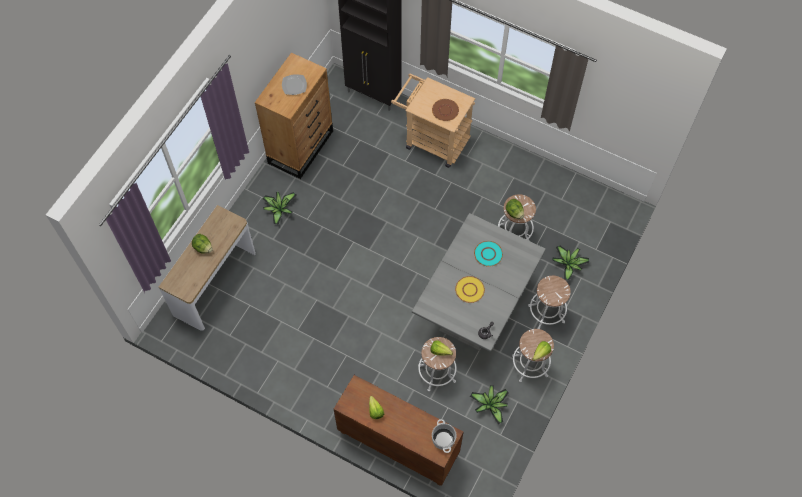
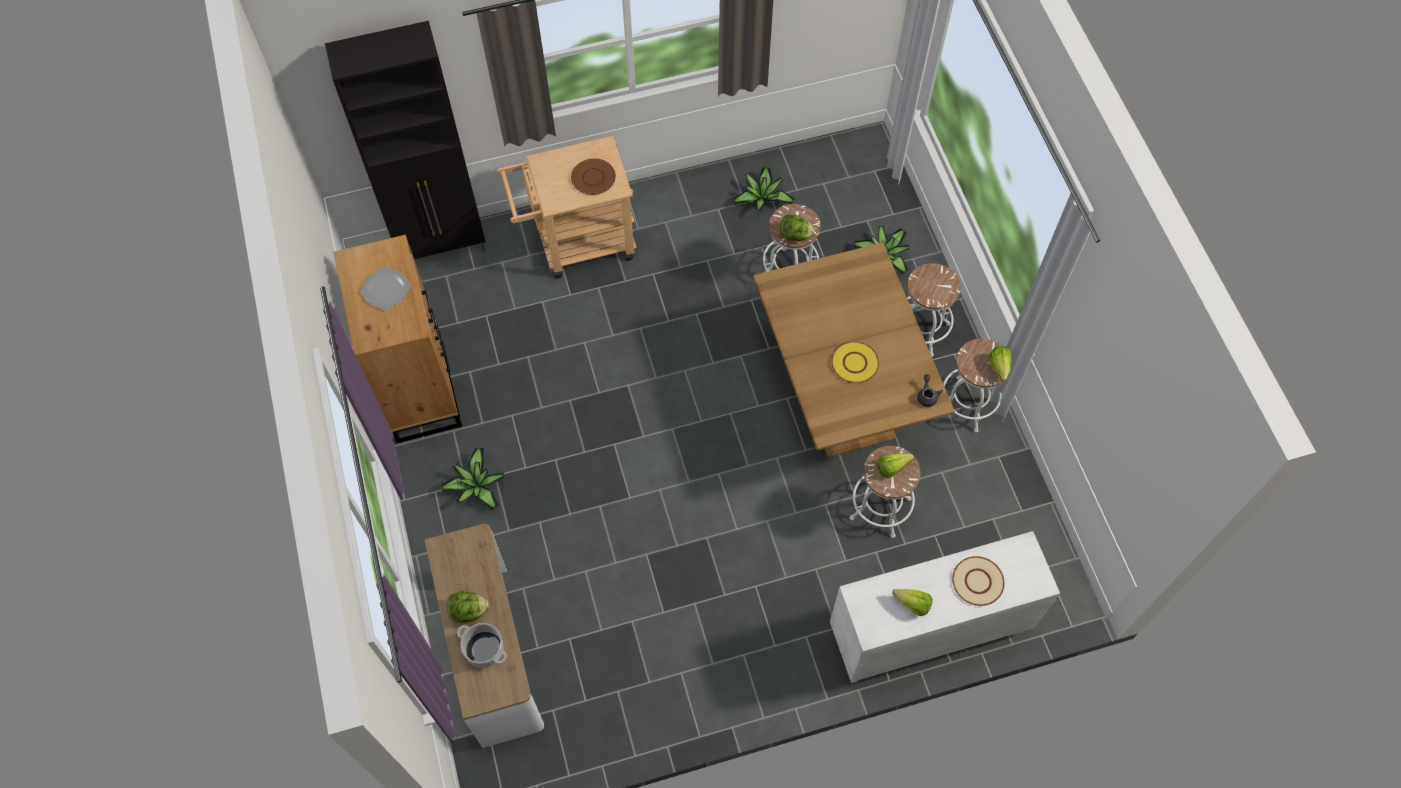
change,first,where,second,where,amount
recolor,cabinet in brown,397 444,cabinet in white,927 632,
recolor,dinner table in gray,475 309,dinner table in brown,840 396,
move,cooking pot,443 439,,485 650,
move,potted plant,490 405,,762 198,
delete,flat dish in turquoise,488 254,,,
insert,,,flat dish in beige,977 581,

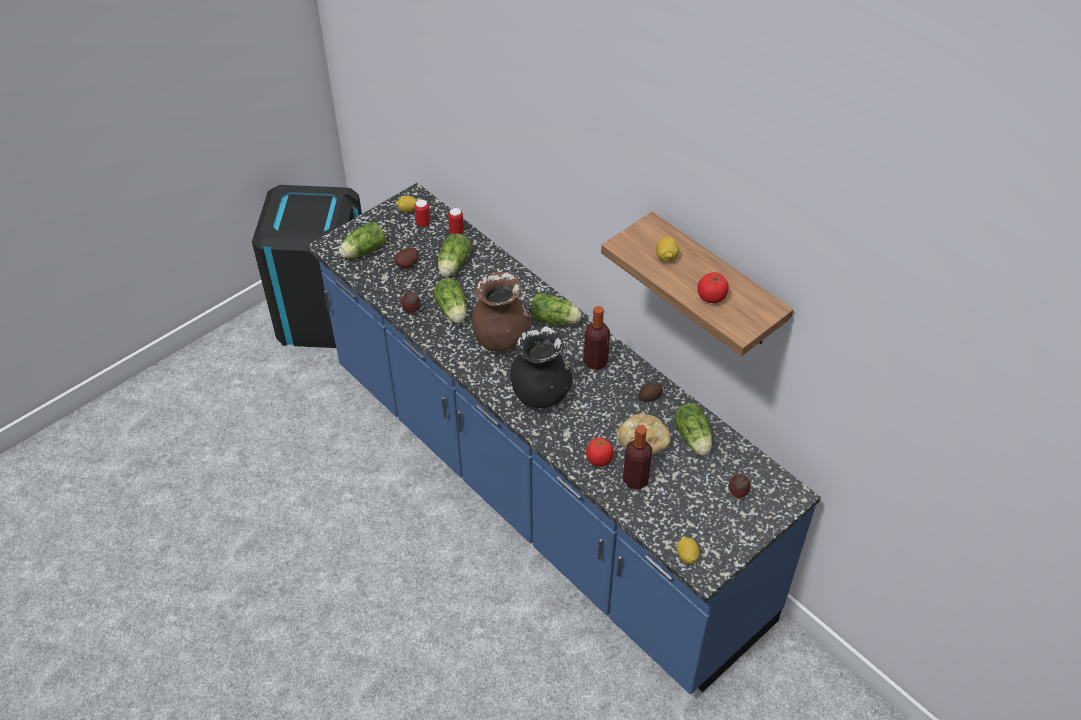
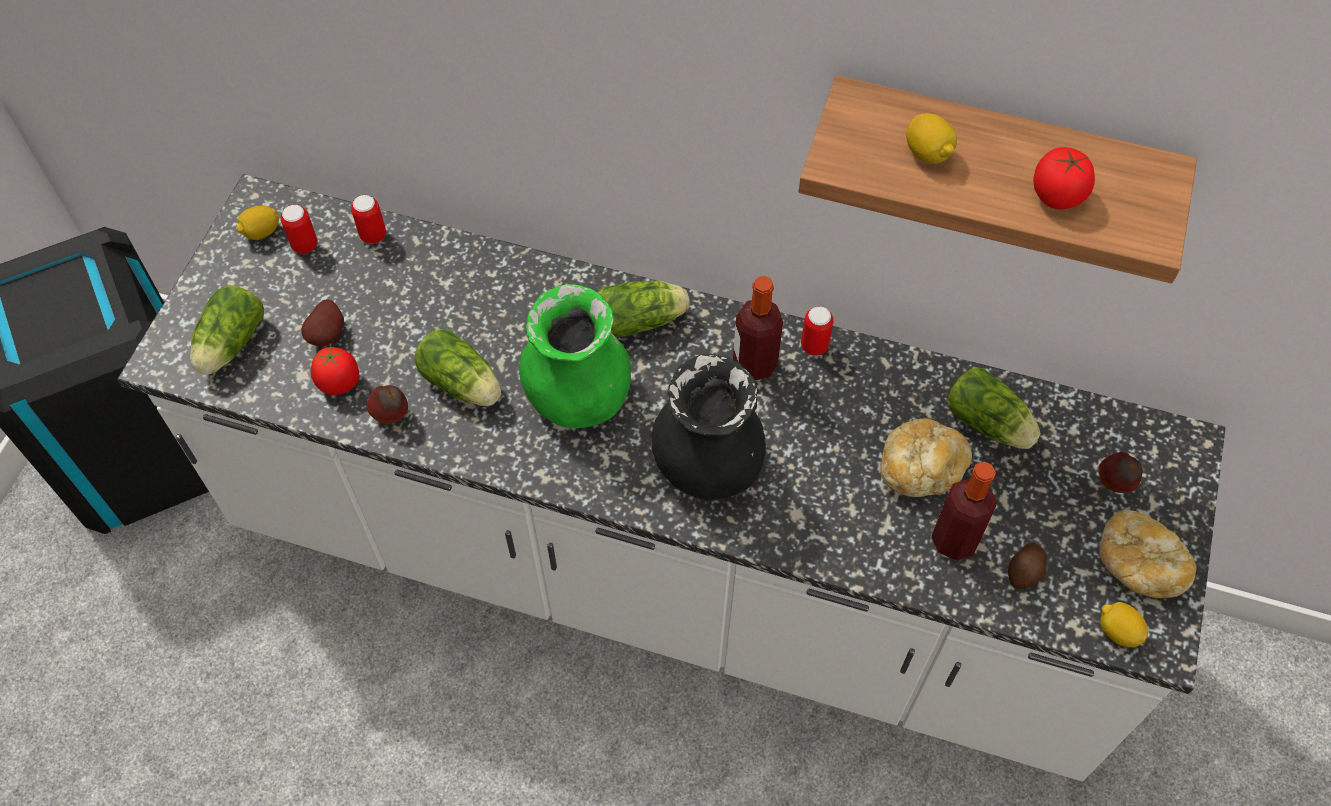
change,first,where,second,where,amount
recolor,counter in blue,540 492,counter in white,665 574,
delete,lettuce,452 266,,,
recolor,vase in brown,500 339,vase in green-coloured,577 397,
move,fresh tomato,599 460,,340 382,
move,whole potato,650 397,,1025 571,
insert,,,sealed can,814 346,
insert,,,baked bread,1137 564,

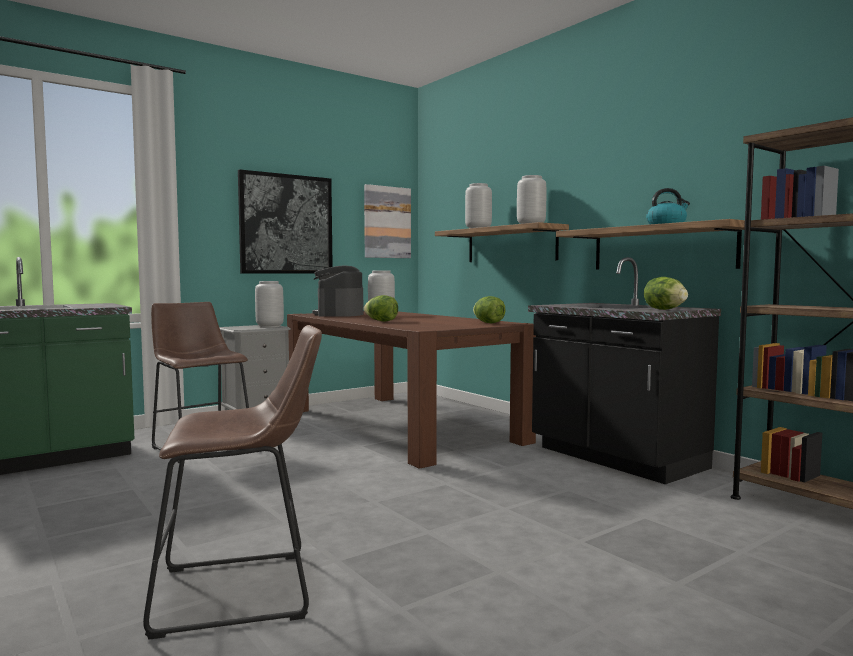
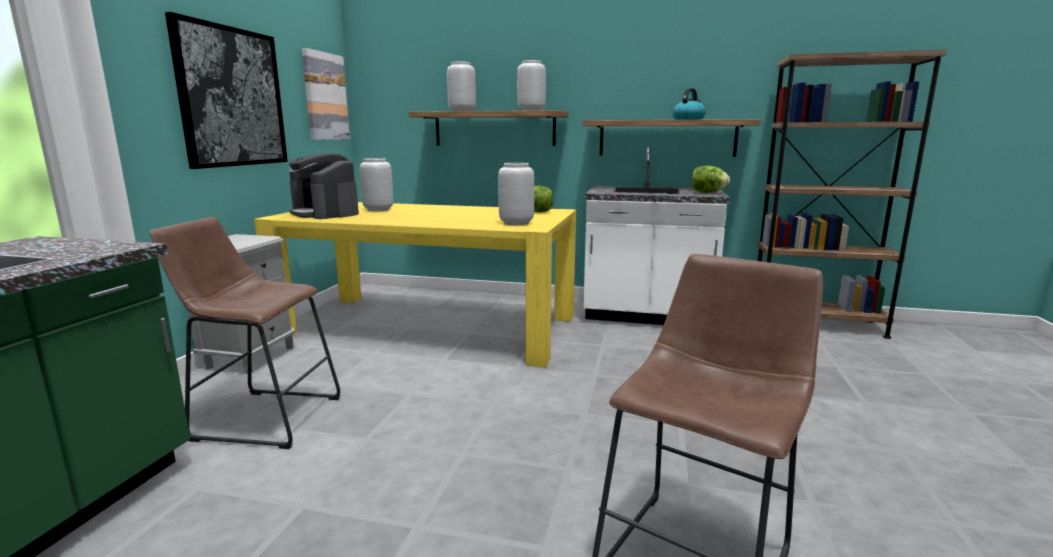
change,first,where,second,where,amount
move,vase in gray,269 326,,515 223,
recolor,dinner table in brown,399 425,dinner table in yellow-coloured,429 326,
delete,lettuce,381 321,,,
recolor,counter in blackish,615 459,counter in white,648 316,

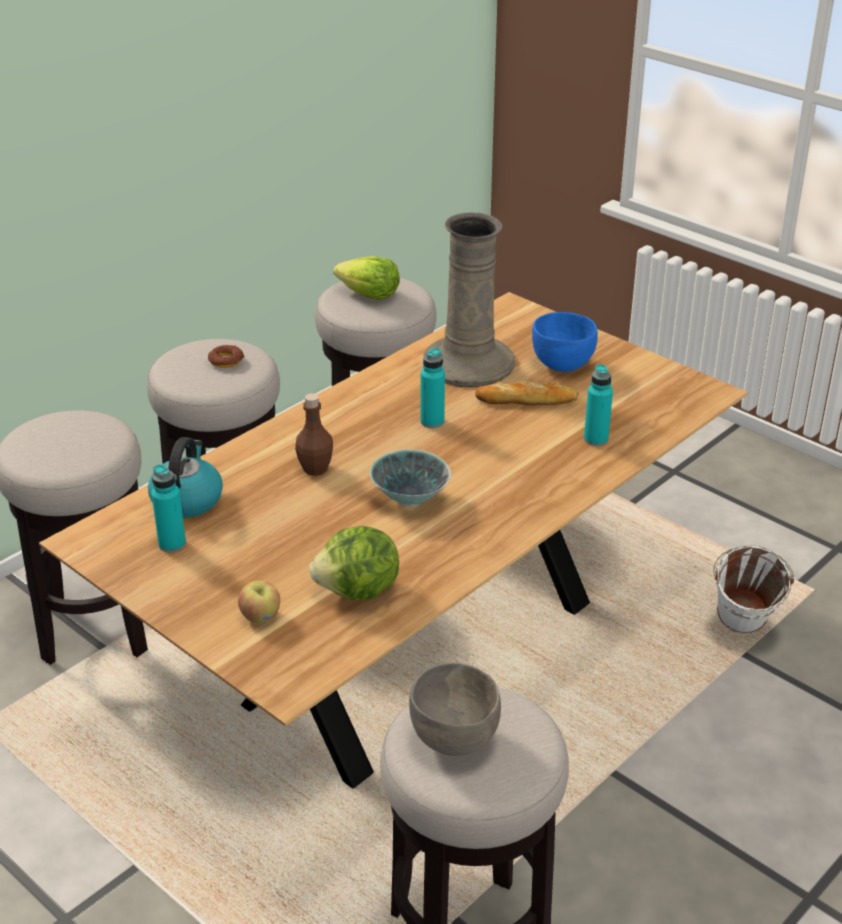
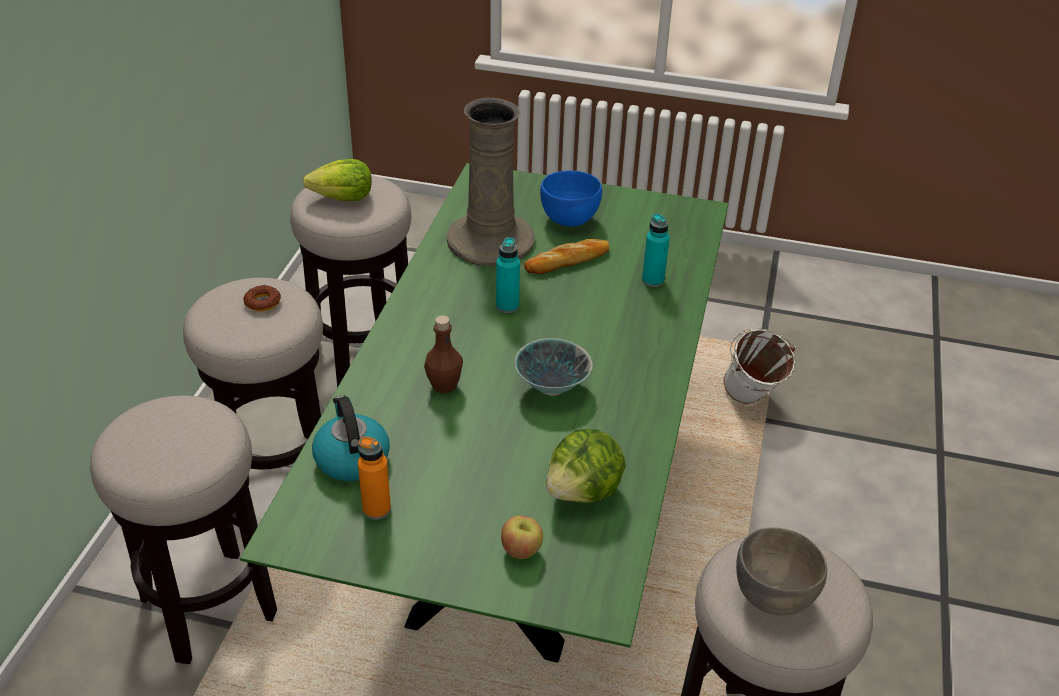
change,first,where,second,where,amount
recolor,dinner table in brown,421 653,dinner table in green-coloured,524 515,
recolor,beverage bottle in turquoise,172 544,beverage bottle in orange-coloured,376 509,

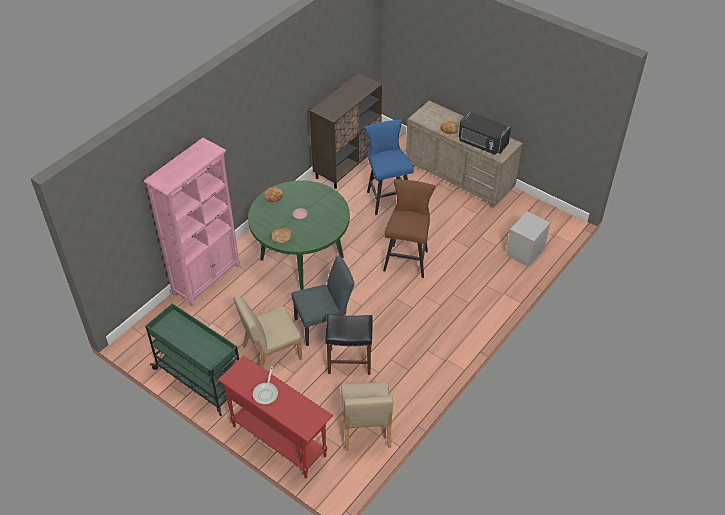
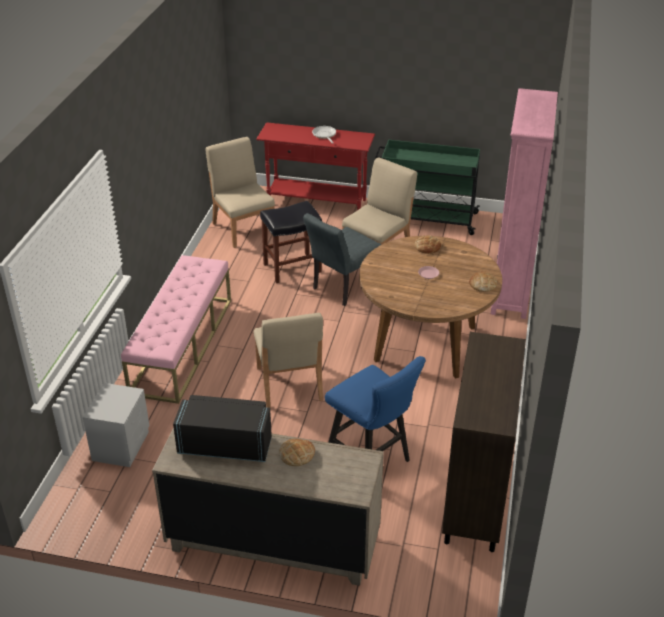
change,first,where,second,where,amount
recolor,dinner table in green-coloured,301 258,dinner table in brown,425 343,
replace,sitting stool in brown,407 258,plain chair in beige,289 384,
insert,,,long seat in pink,182 345,

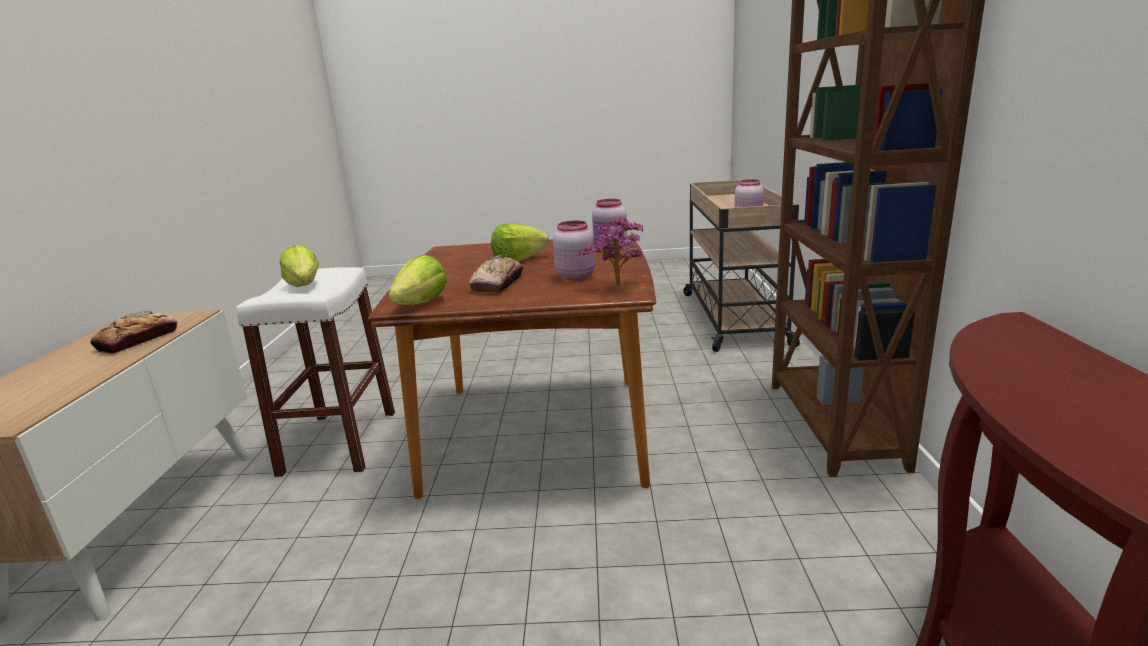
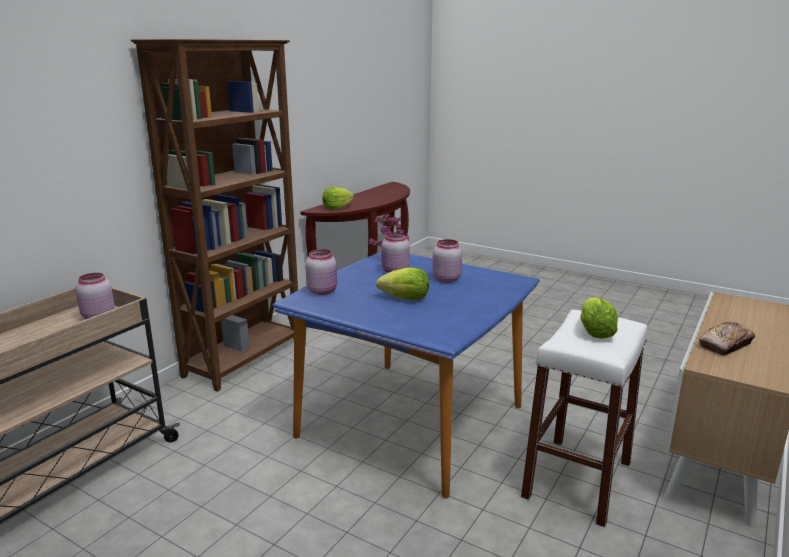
change,first,where,second,where,amount
recolor,dinner table in brown,539 432,dinner table in blue,410 422,
move,lettuce,421 303,,337 208,
replace,baked bread,498 284,storage jar in pink,446 279,

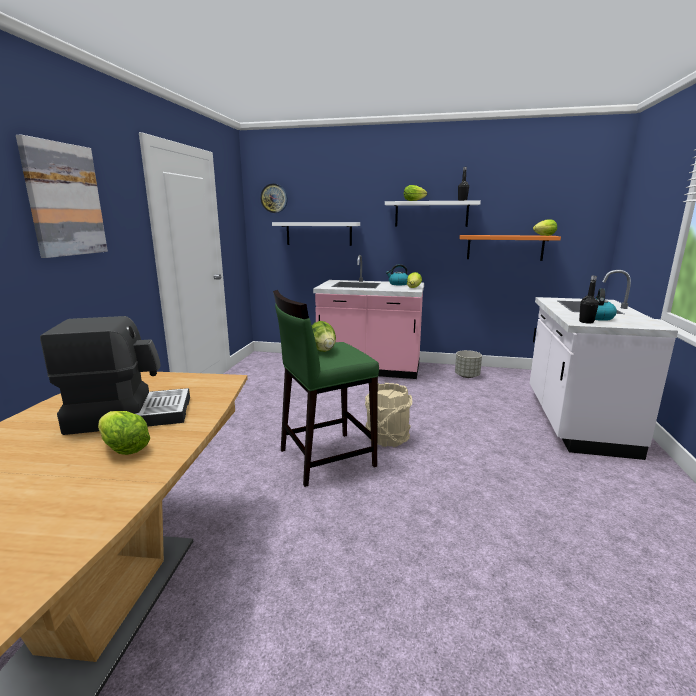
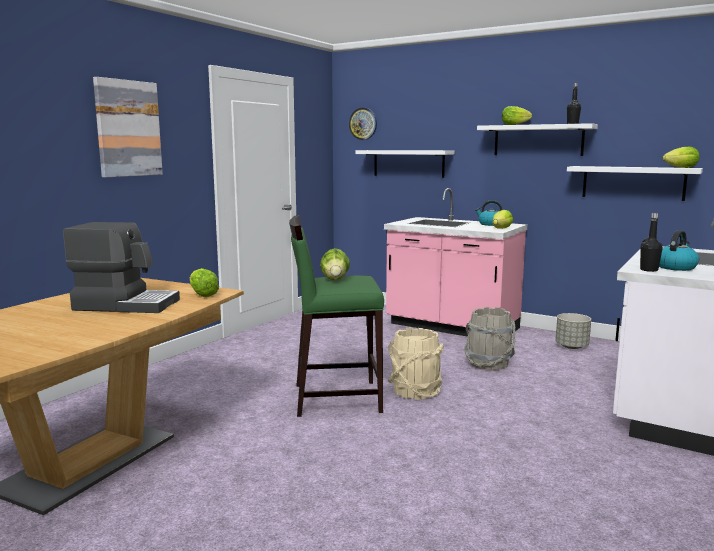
change,first,where,second,where,amount
move,lettuce,124 449,,203 295,
recolor,bracket shelf in orange-coloured,505 247,bracket shelf in white,633 182,
insert,,,pail in gray,488 364,

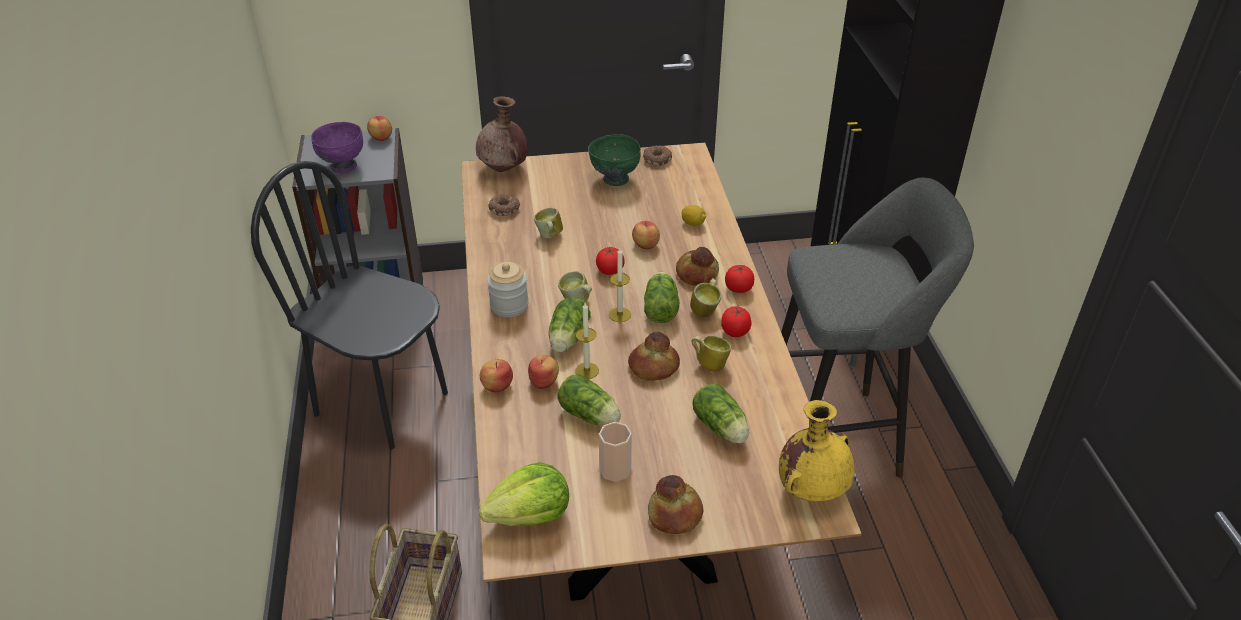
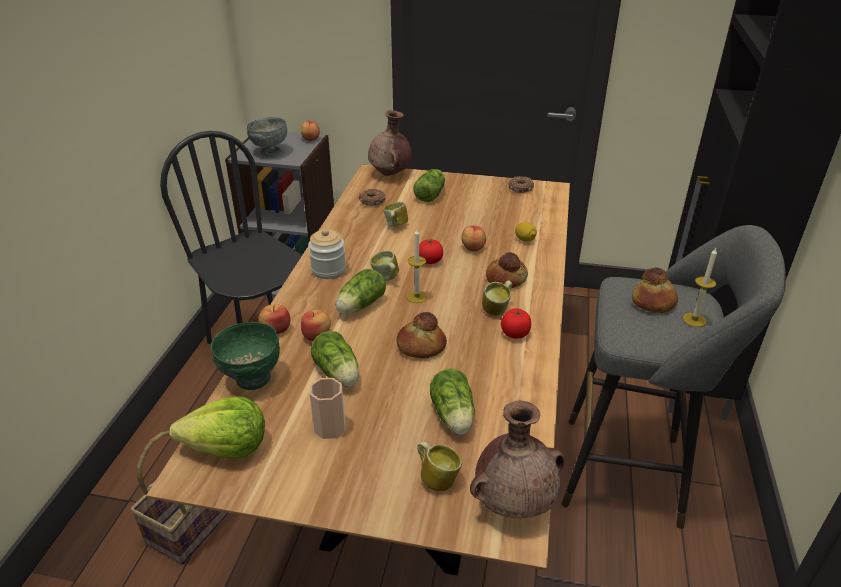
change,first,where,second,where,amount
recolor,deep dish in purplish,342 166,deep dish in gray,269 152,
move,wax light,587 370,,694 320,
move,deep dish in green-coloured,615 179,,252 379,
move,lettuce,661 307,,431 194,
move,baked bread,675 514,,654 302,
move,mug,709 363,,437 478,
delete,fresh tomato,738 288,,,
recolor,vase in yellow-coloured,812 489,vase in brown,515 503,

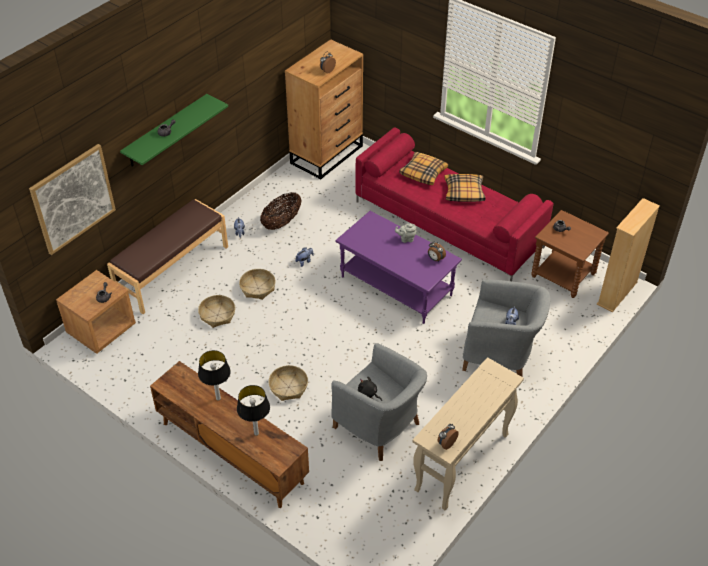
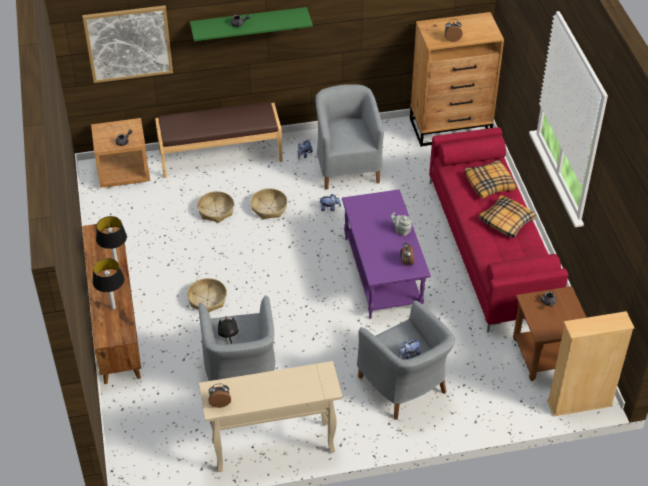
change,first,where,second,where,amount
replace,storage basket,282 222,armchair in gray,347 165,

